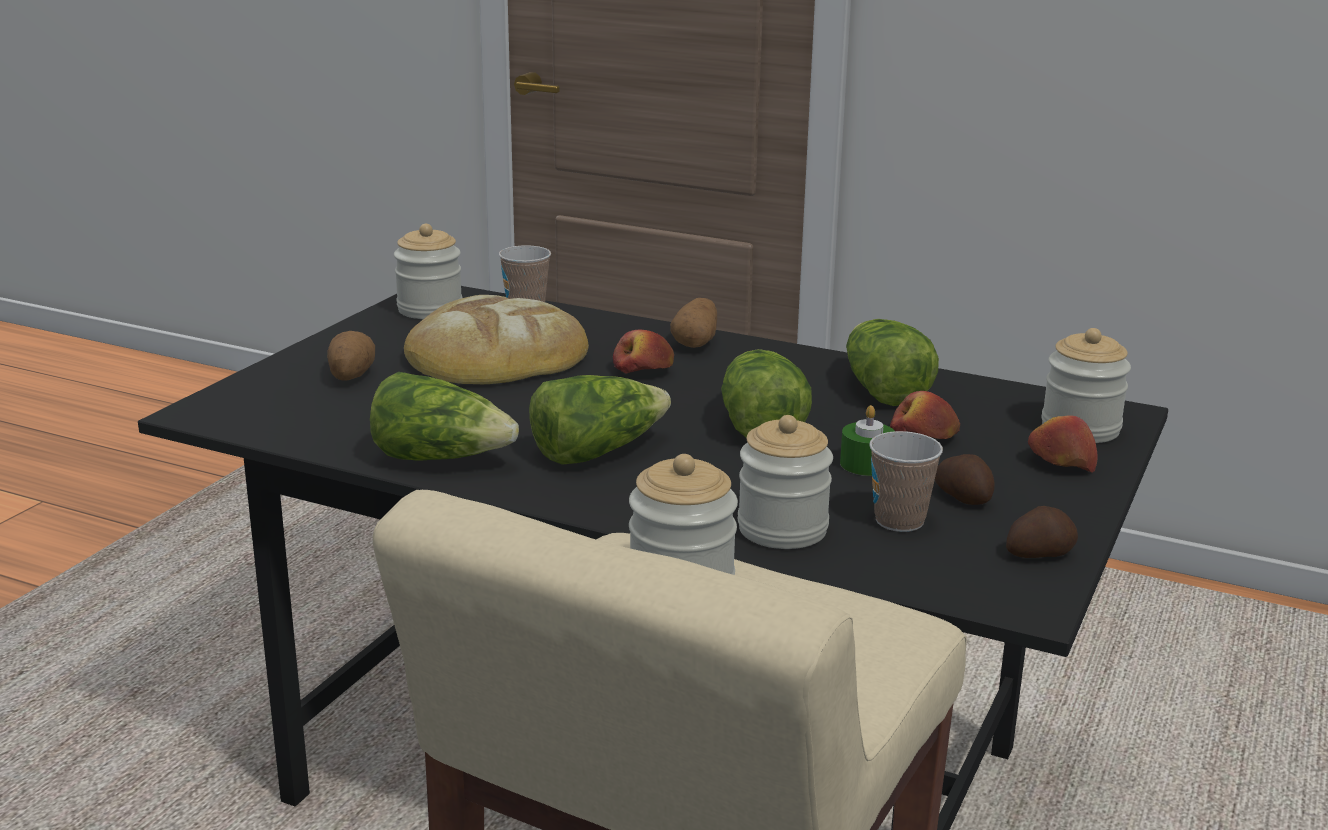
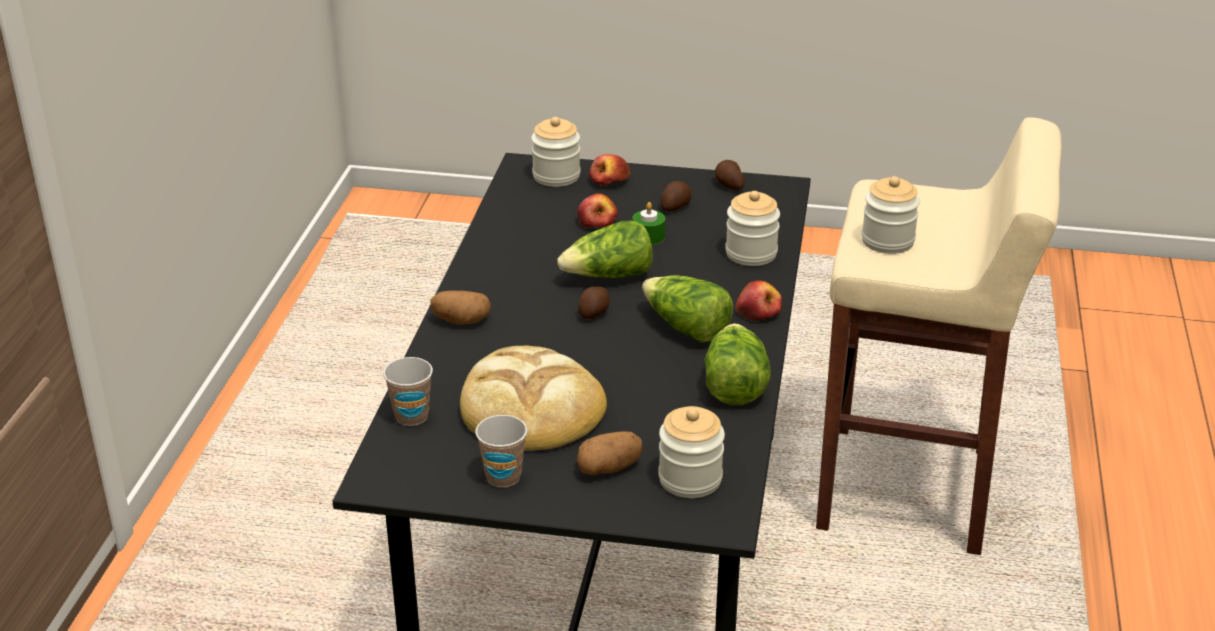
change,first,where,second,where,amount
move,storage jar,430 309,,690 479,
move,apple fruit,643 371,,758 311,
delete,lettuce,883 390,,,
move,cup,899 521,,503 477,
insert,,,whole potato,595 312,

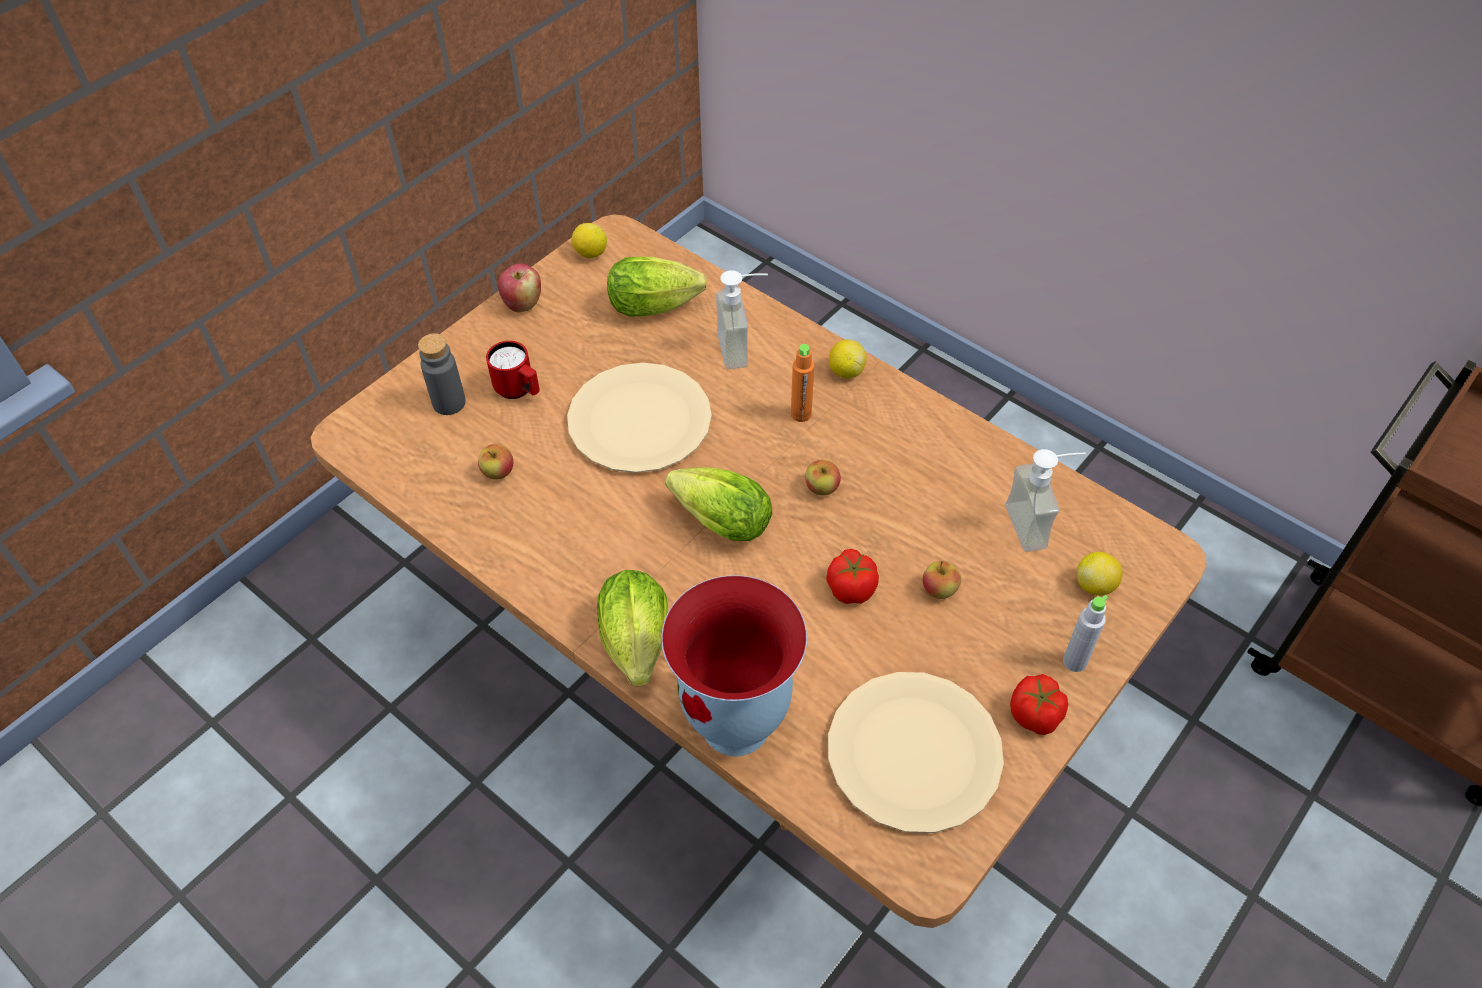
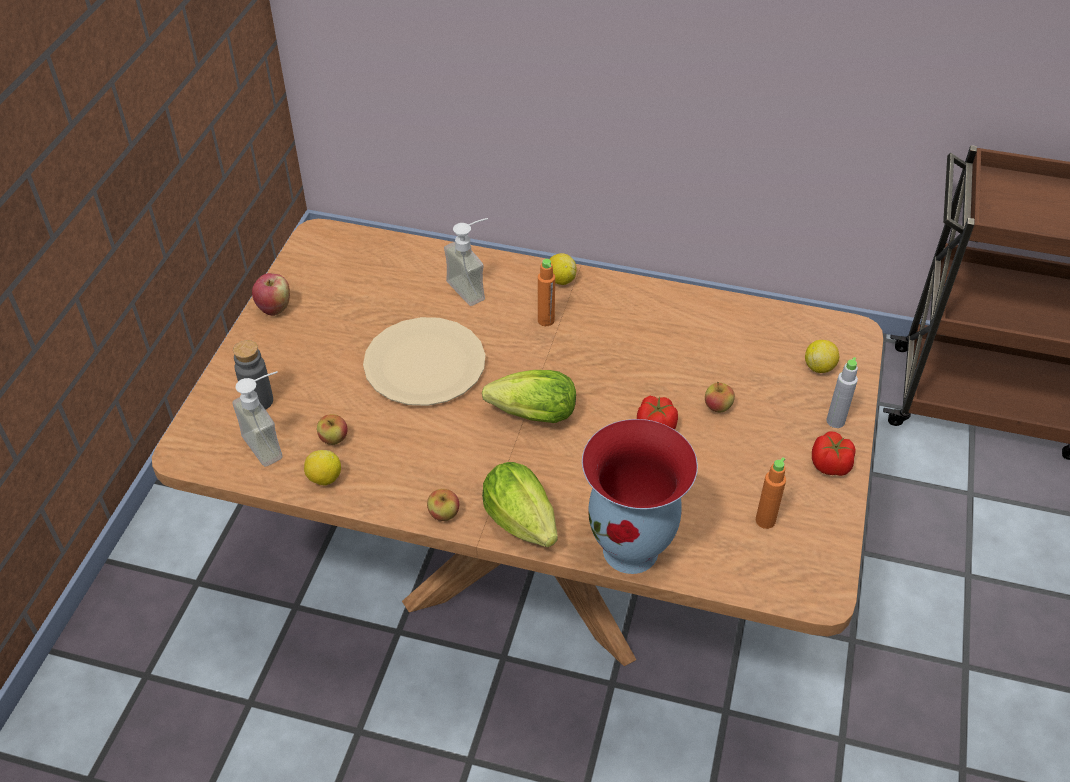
change,first,where,second,where,amount
delete,mug in red,519 391,,,
move,lemon,590 253,,324 478,
delete,lettuce,659 306,,,
move,apple fruit,822 488,,444 514,
replace,flat dish in beige,913 752,beverage bottle in orange-coloured,765 520,
move,soap dispenser,1038 524,,272 442,

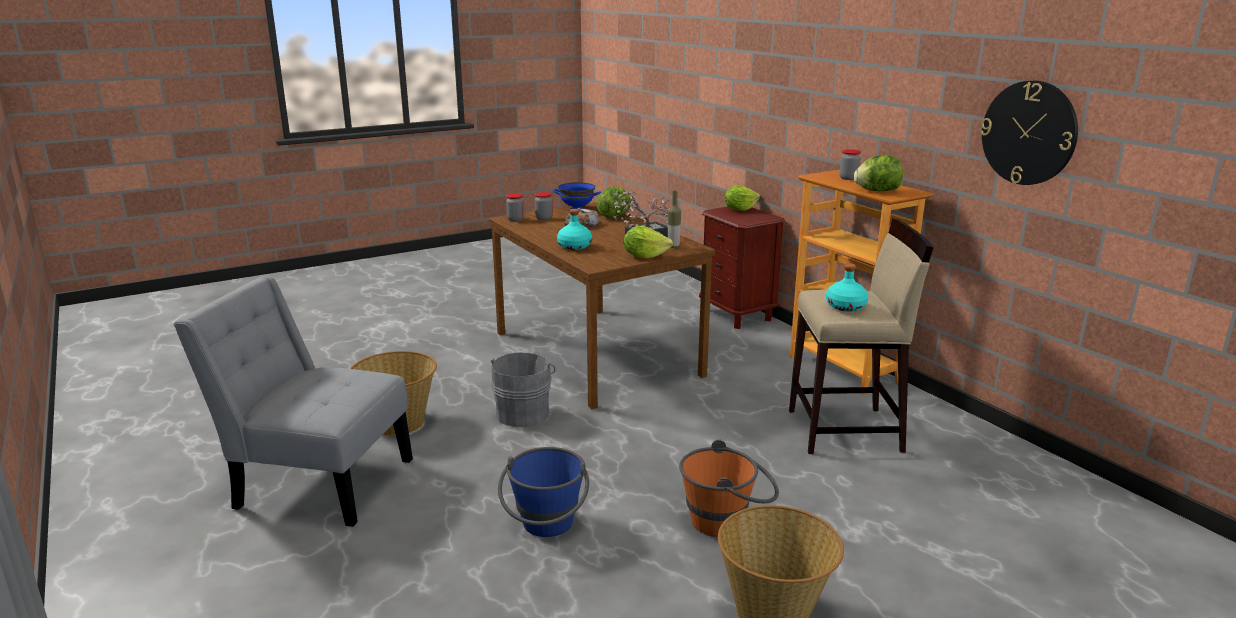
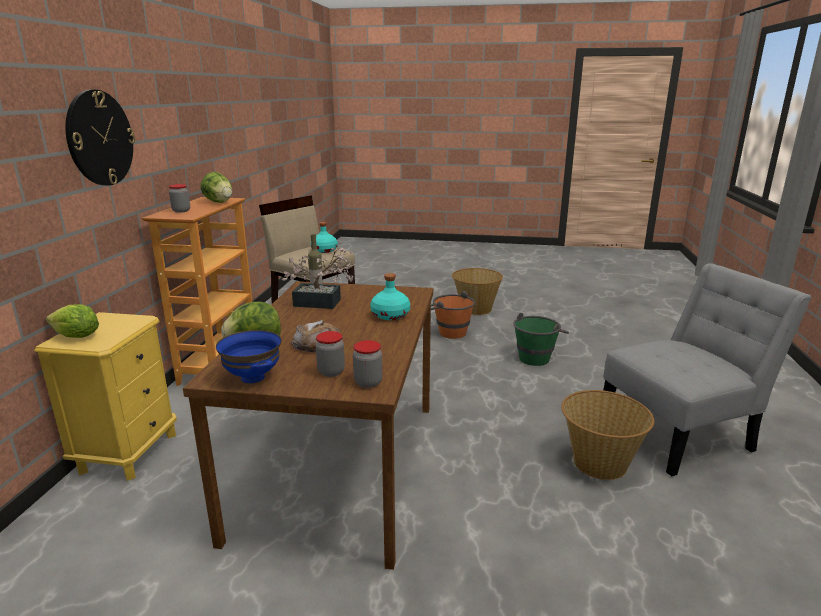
change,first,where,second,where,amount
rotate,plain chair in gray,317 481,,680 433,75 degrees counterclockwise
delete,pail in gray,524 413,,,
recolor,pail in blue,546 528,pail in green-coloured,537 356,
delete,lettuce,644 256,,,
recolor,bedside table in brown,736 315,bedside table in yellow-coloured,129 452,
move,clock on the wall,1029 133,,100 138,

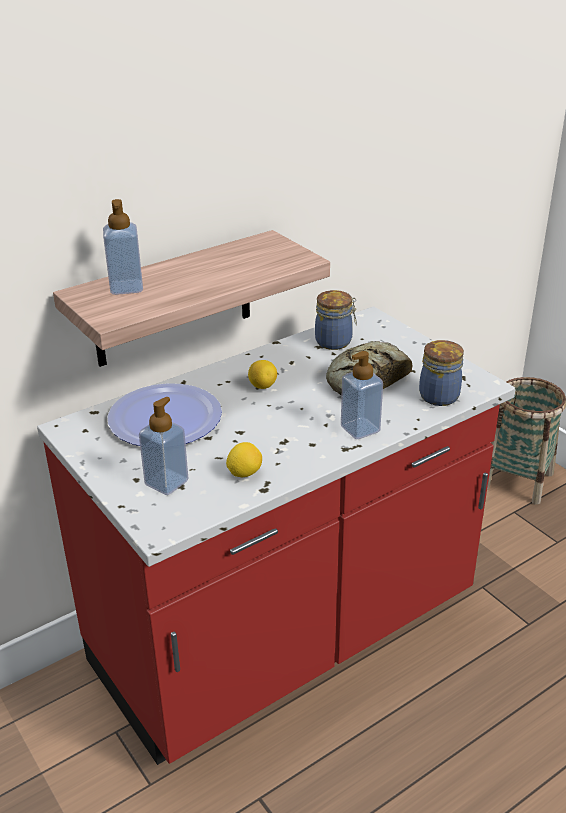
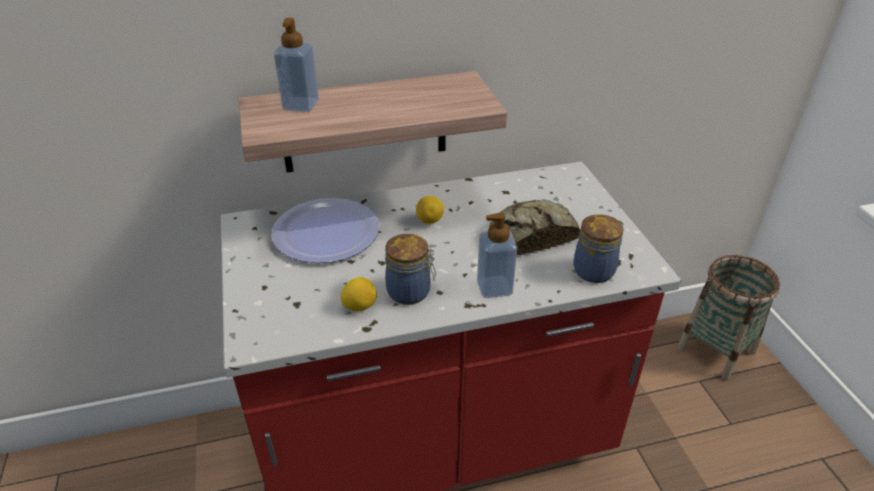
change,first,where,second,where,amount
delete,soap dispenser,166 482,,,
move,storage jar,335 342,,410 292,

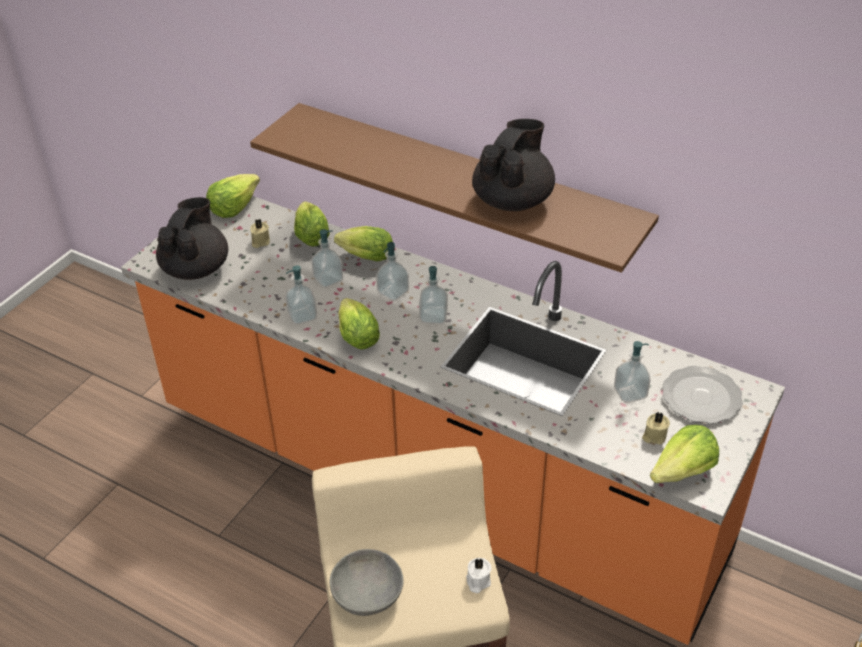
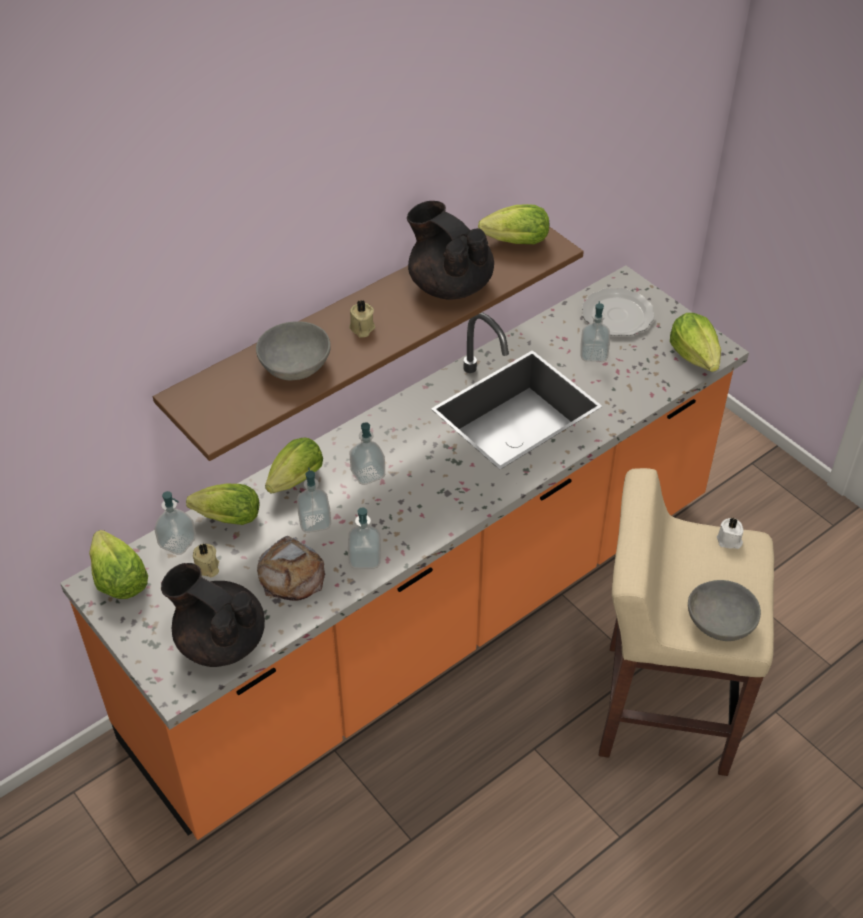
change,first,where,second,where,amount
move,lettuce,356 335,,512 242,
move,soap dispenser,433 316,,177 542,
move,wax light in beige,654 436,,361 328,
insert,,,deep dish in gray,294 365,
insert,,,baked bread,292 574,

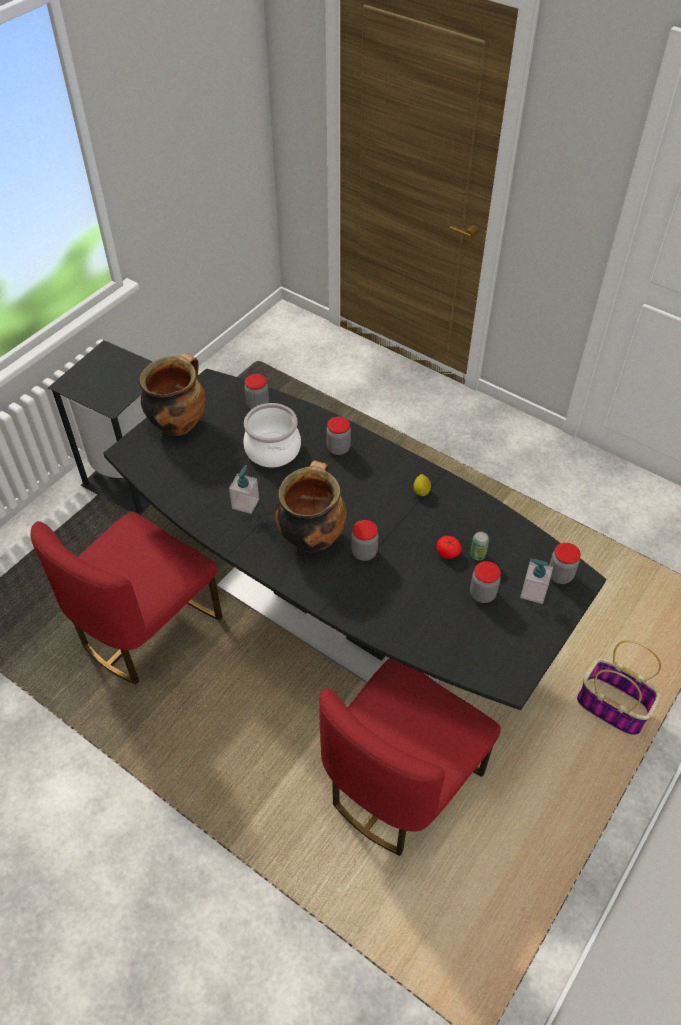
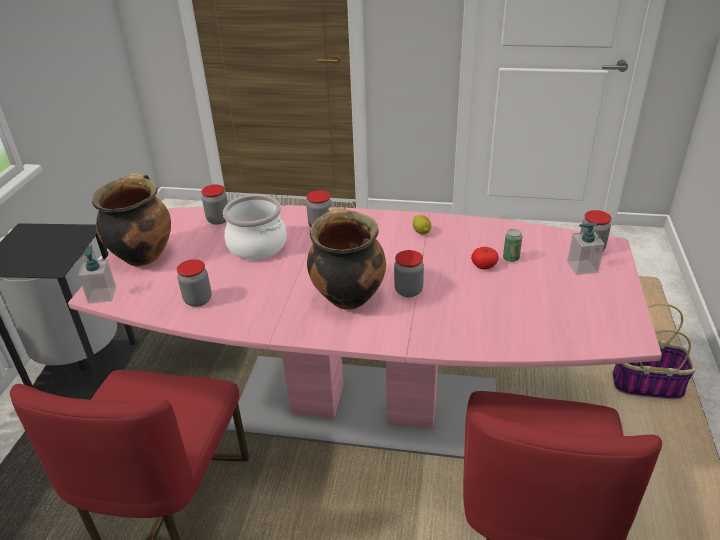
change,first,where,second,where,amount
recolor,dinner table in blackish,339 612,dinner table in pink,364 406,
move,soap dispenser,245 503,,102 295,
move,storage jar,482 594,,198 300,

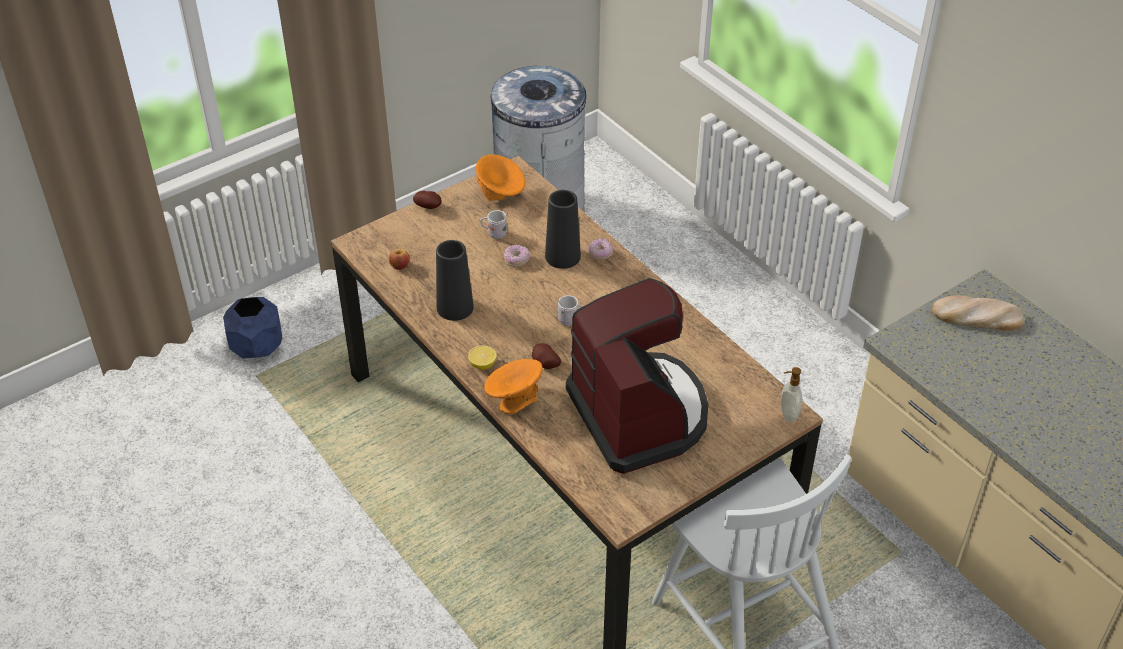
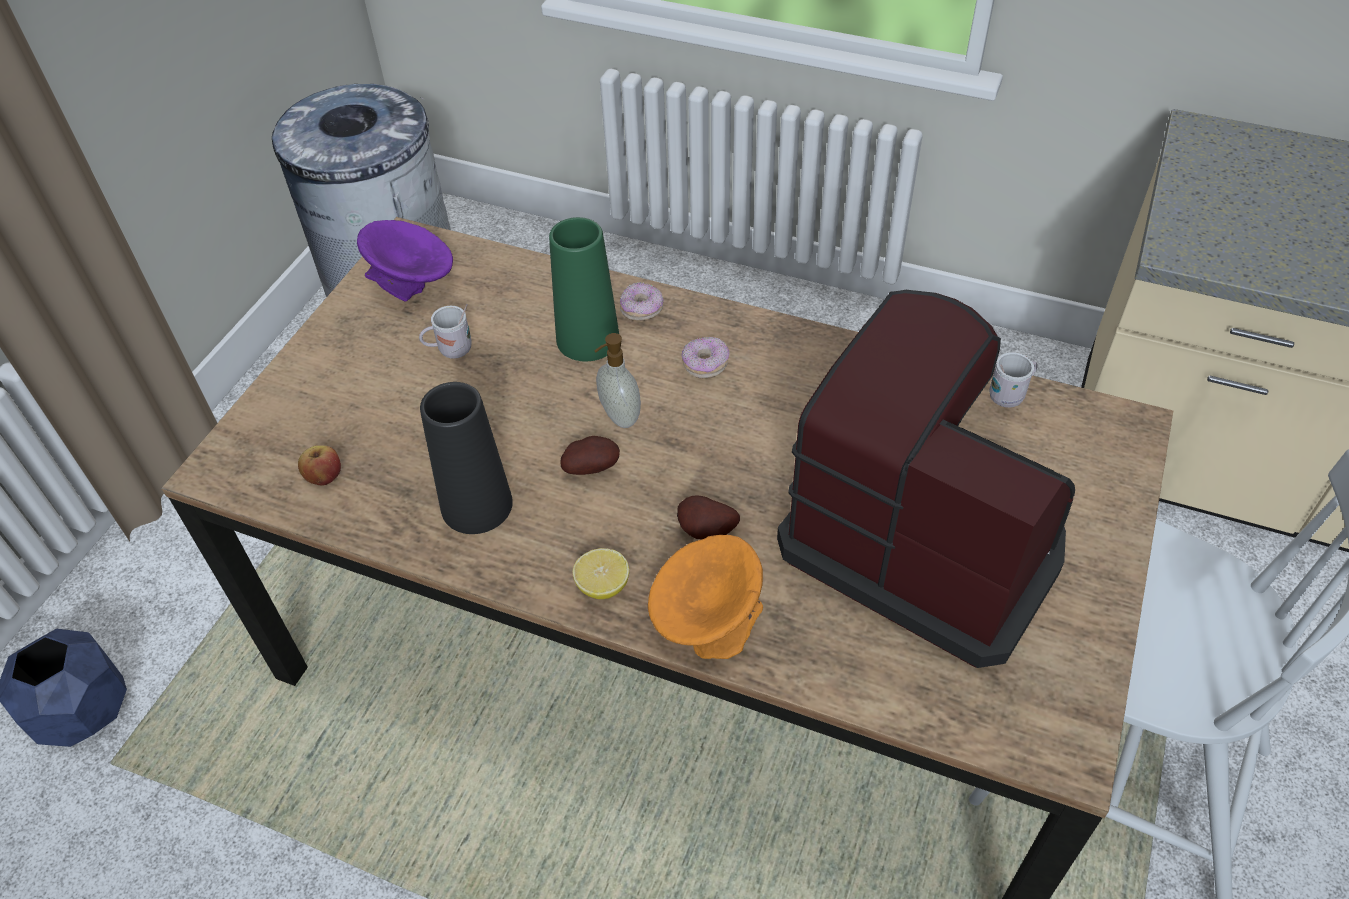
change,first,where,second,where,amount
move,whole potato,429 207,,591 467,
recolor,deep dish in orange-coloured,500 194,deep dish in purplish,413 285,
move,donut,516 260,,705 365,
recolor,vase in blackish,562 256,vase in green-coloured,588 339,
move,mug in white,571 320,,1010 395,
move,soap dispenser,788 414,,618 416,
delete,baked bread,976 317,,,

